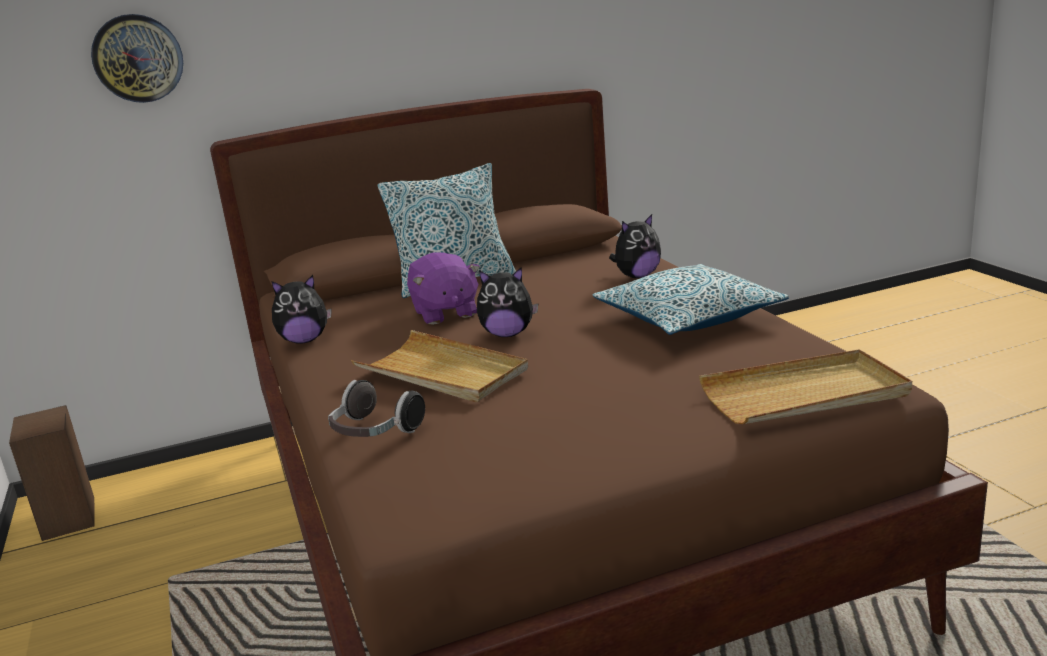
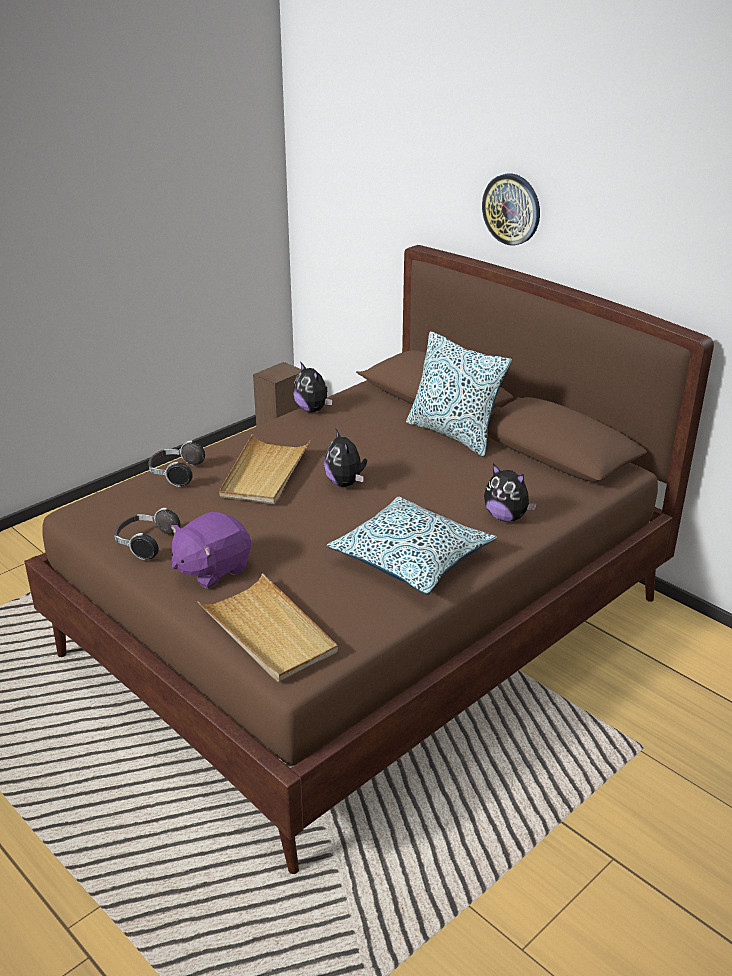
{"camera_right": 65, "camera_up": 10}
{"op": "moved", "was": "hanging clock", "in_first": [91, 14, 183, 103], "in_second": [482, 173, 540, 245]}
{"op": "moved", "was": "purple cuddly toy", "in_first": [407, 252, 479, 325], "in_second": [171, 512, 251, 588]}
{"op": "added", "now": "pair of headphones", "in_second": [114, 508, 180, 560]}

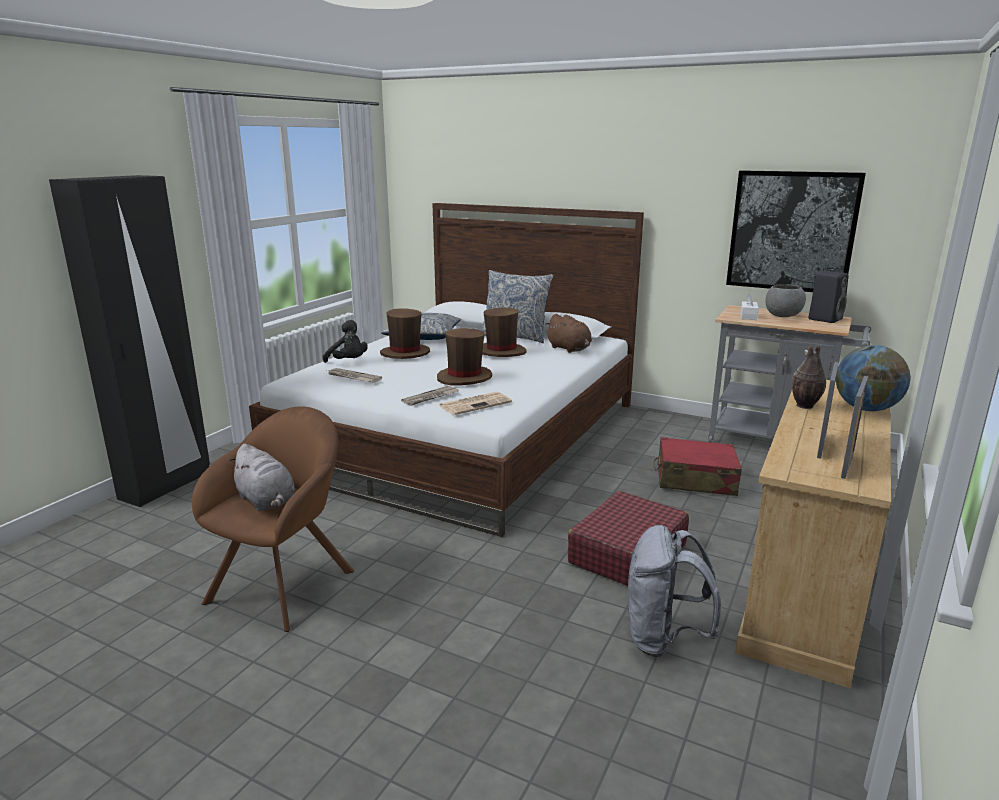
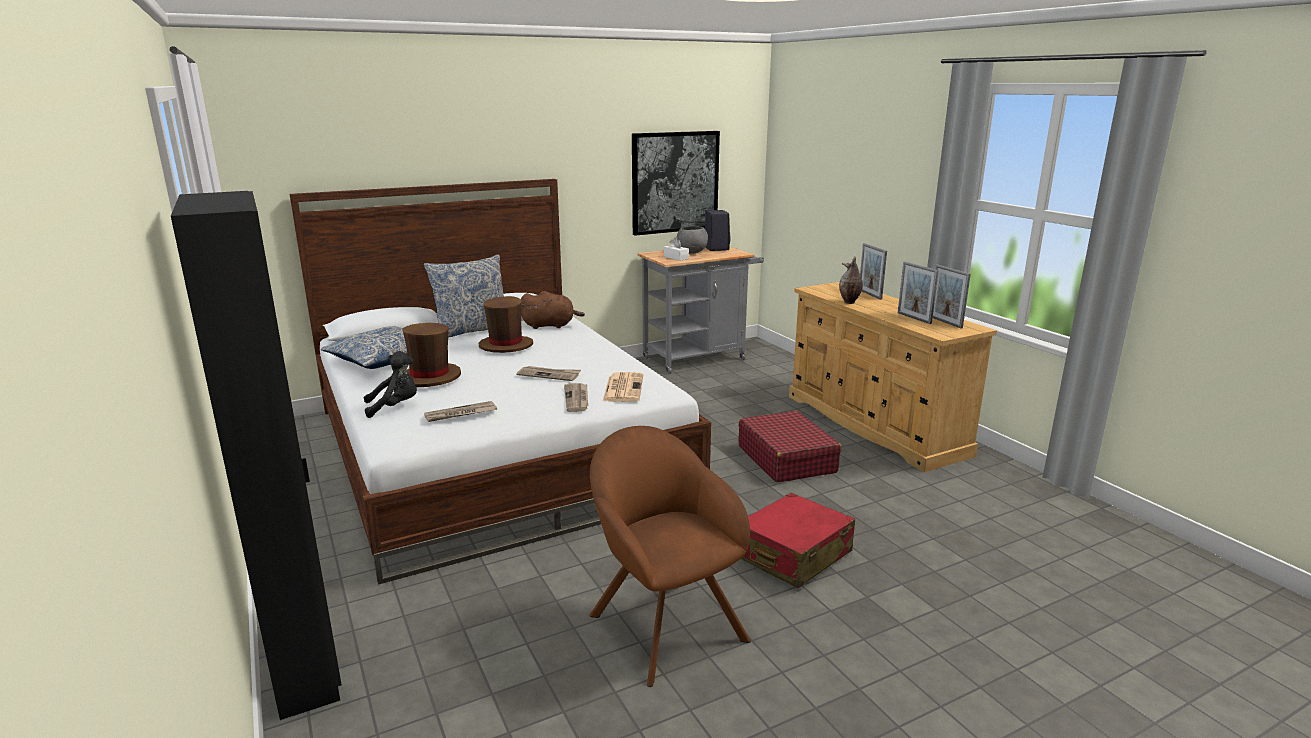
{"camera_right": -55, "camera_up": 0}
{"op": "replaced", "was": "brownish hat", "now": "printed paper", "in_first": [437, 328, 492, 386], "in_second": [516, 366, 581, 381]}
{"op": "replaced", "was": "globe", "now": "photo frame", "in_first": [836, 345, 911, 411], "in_second": [860, 243, 887, 300]}
{"op": "moved", "was": "red travel case", "in_first": [653, 437, 742, 496], "in_second": [741, 493, 855, 588]}
{"op": "removed", "was": "gray cuddly toy", "in_first": [229, 444, 295, 511]}
{"op": "removed", "was": "gray knapsack", "in_first": [628, 525, 721, 657]}

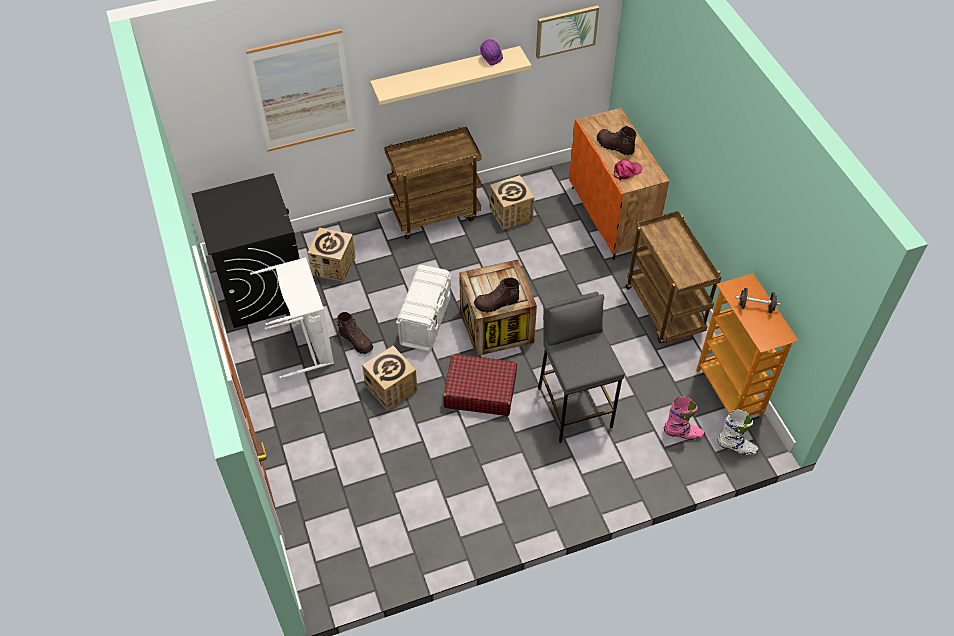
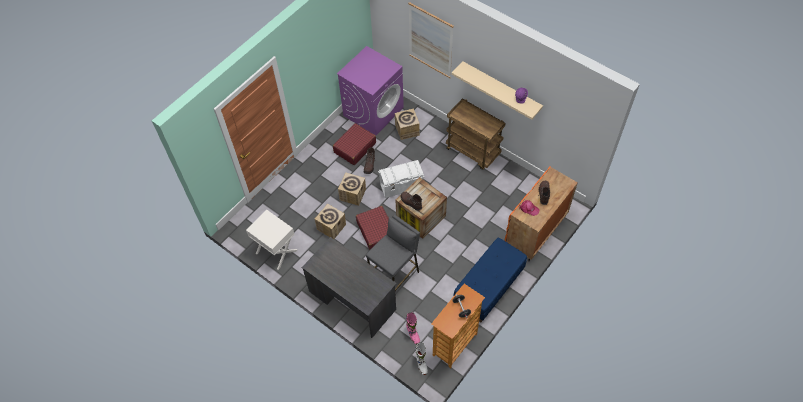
{"camera_right": 60, "camera_up": 5}
{"op": "removed", "was": "wall picture", "in_first": [536, 5, 599, 59]}
{"op": "recoloured", "was": "black-coloured laundry machine", "now": "purple laundry machine", "in_first": [191, 173, 300, 328], "in_second": [337, 46, 404, 136]}
{"op": "moved", "was": "packing box", "in_first": [489, 175, 534, 230], "in_second": [315, 204, 346, 239]}
{"op": "replaced", "was": "brownish cart", "now": "bluish indoor bench", "in_first": [626, 211, 722, 343], "in_second": [454, 237, 527, 323]}
{"op": "replaced", "was": "white-coloured laundry basket", "now": "red travel case", "in_first": [250, 257, 334, 378], "in_second": [333, 123, 376, 165]}
{"op": "added", "now": "white-coloured nightstand", "in_second": [246, 210, 297, 270]}
{"op": "added", "now": "gray desk unit", "in_second": [301, 237, 397, 338]}

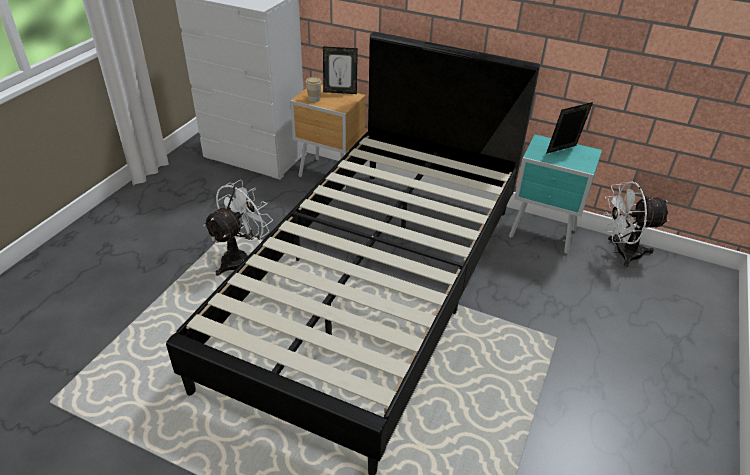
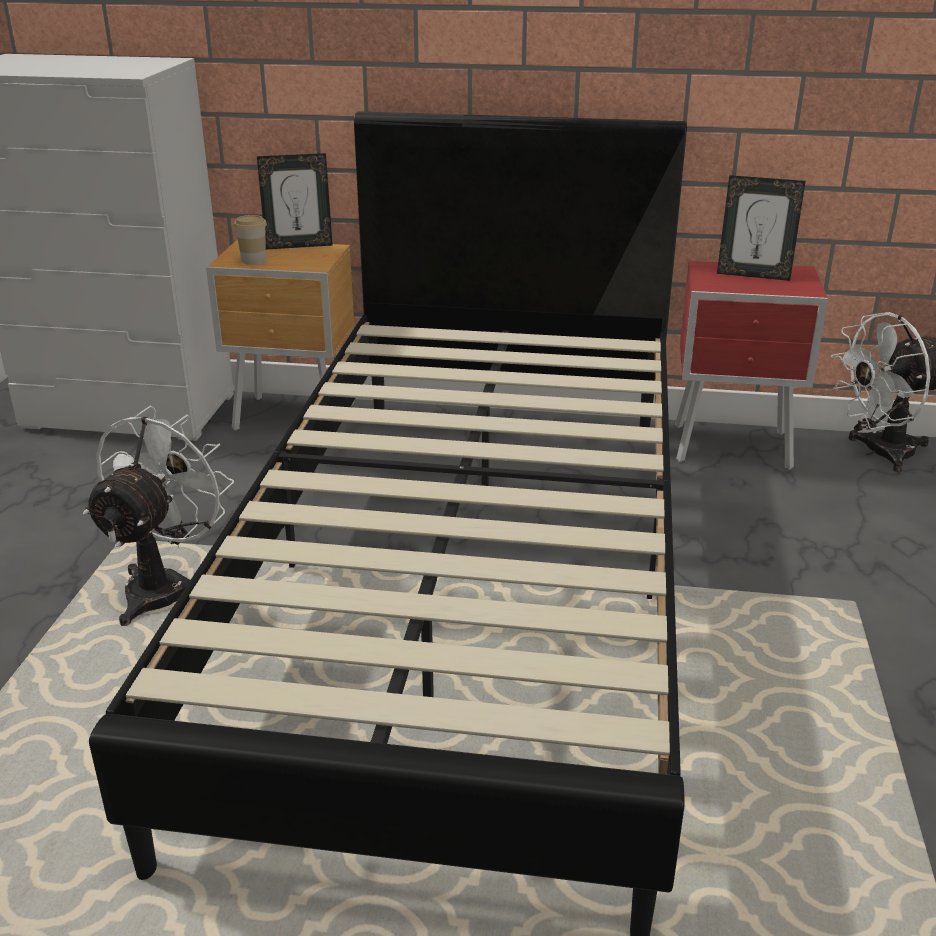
{"camera_right": -15, "camera_up": -10}
{"op": "turned", "was": "photo frame", "in_first": [546, 102, 593, 154], "in_second": [717, 175, 806, 281], "clockwise": -120}
{"op": "recoloured", "was": "turquoise nightstand", "now": "red nightstand", "in_first": [509, 134, 602, 254], "in_second": [675, 261, 828, 470]}

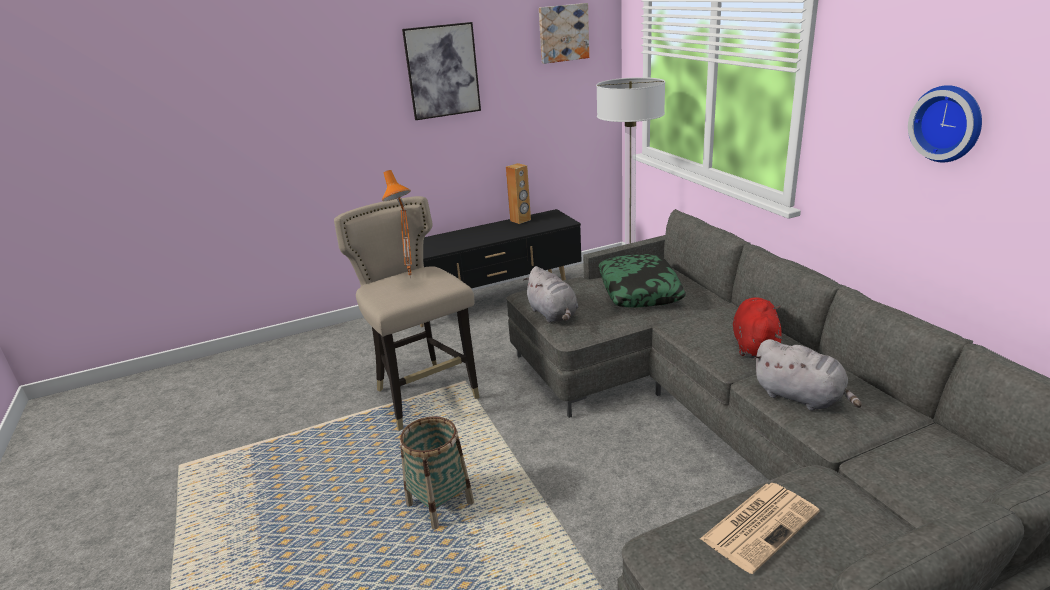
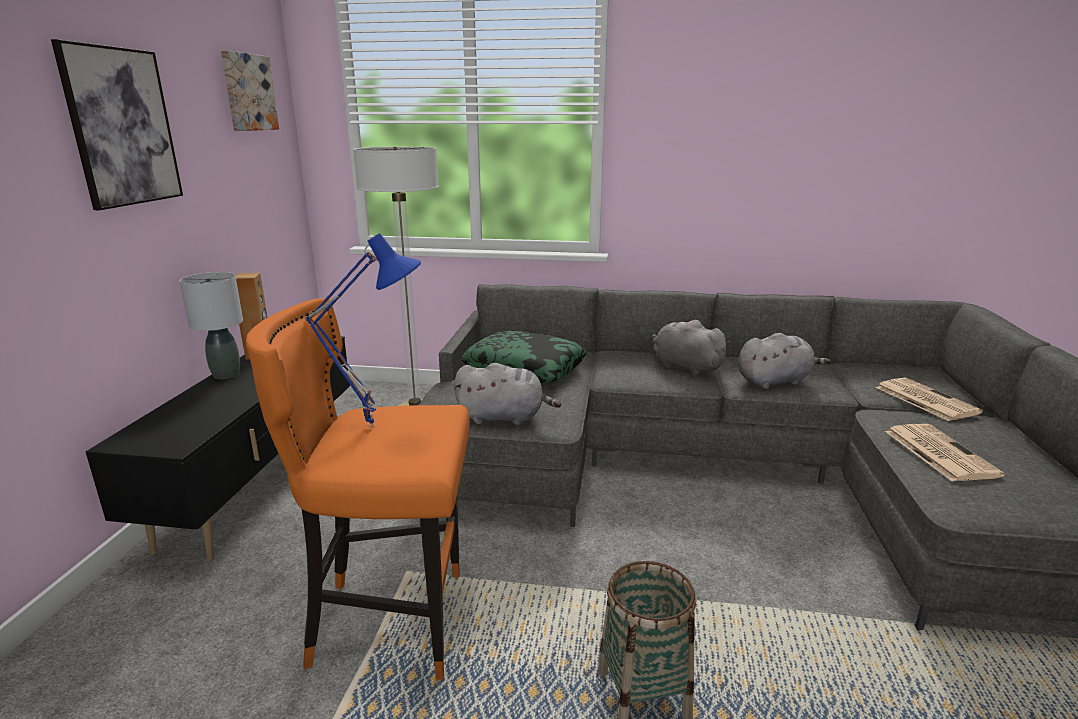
{"camera_right": -60, "camera_up": -5}
{"op": "removed", "was": "hanging clock", "in_first": [908, 85, 982, 162]}
{"op": "recoloured", "was": "orangey table lamp", "now": "bluish table lamp", "in_first": [382, 170, 412, 278], "in_second": [305, 233, 421, 428]}
{"op": "recoloured", "was": "sand-coloured stool", "now": "orangey stool", "in_first": [334, 196, 480, 431], "in_second": [246, 298, 470, 680]}
{"op": "recoloured", "was": "red cuddly toy", "now": "gray cuddly toy", "in_first": [733, 297, 783, 358], "in_second": [651, 320, 730, 376]}
{"op": "added", "now": "gray table lamp", "in_second": [180, 272, 243, 379]}
{"op": "added", "now": "printed paper", "in_second": [876, 378, 983, 421]}

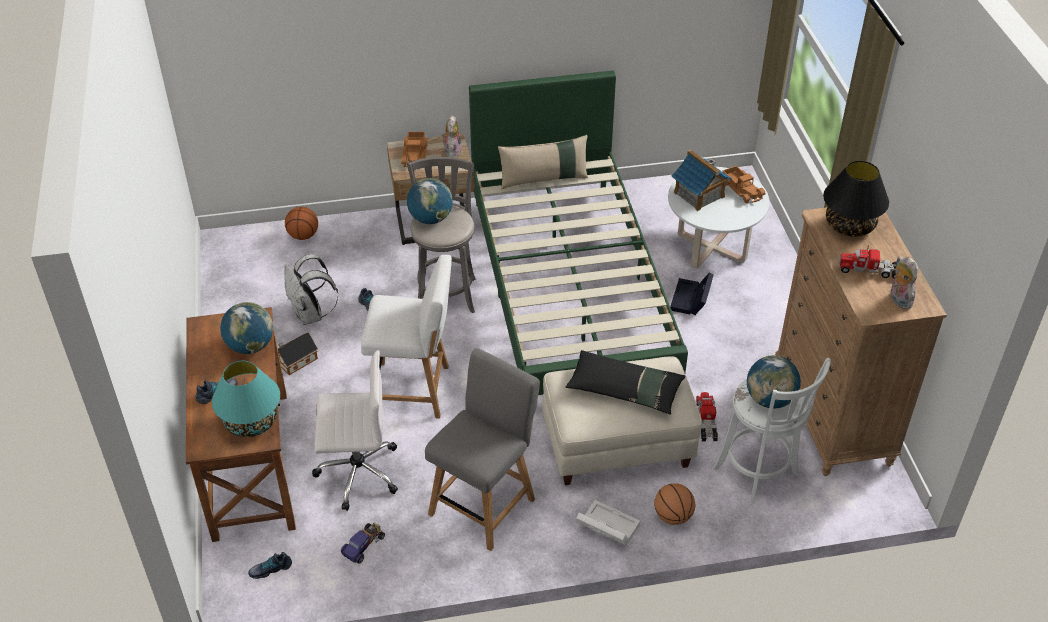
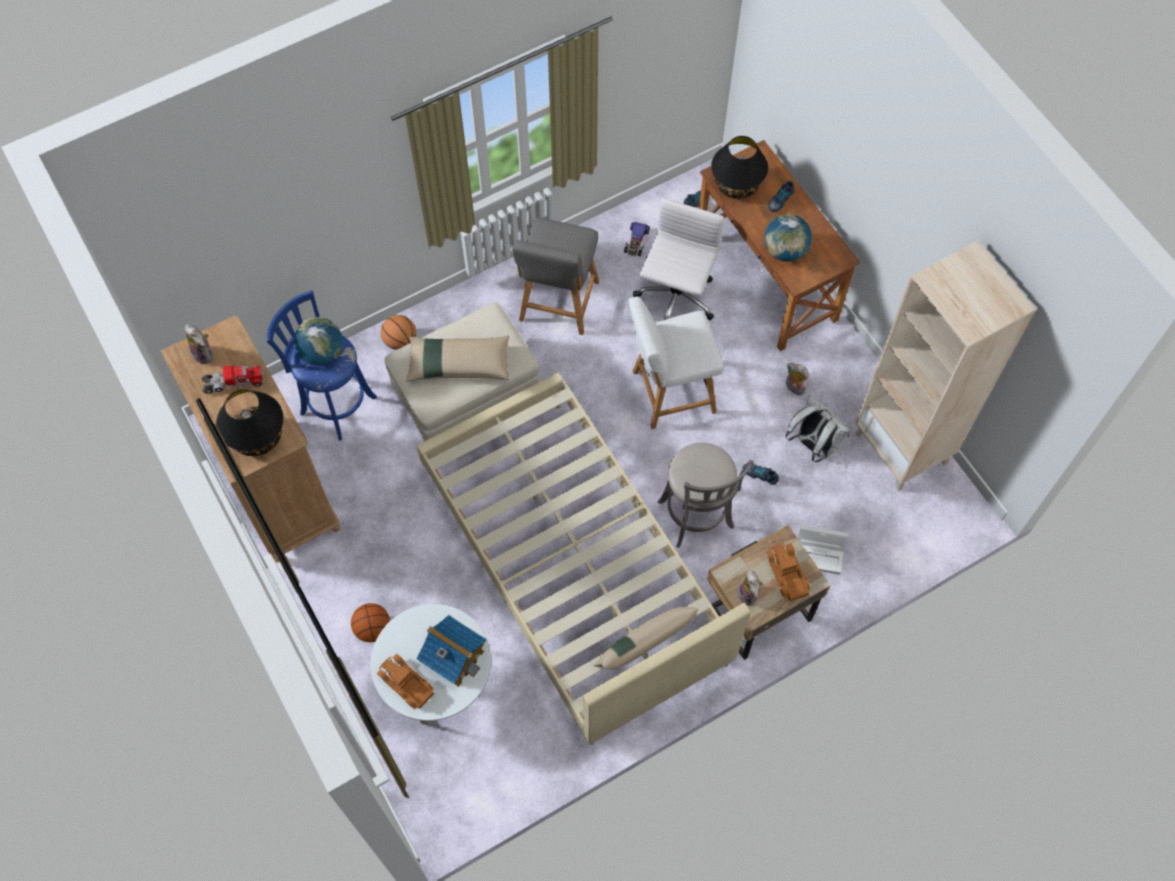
{"camera_right": 160, "camera_up": 20}
{"op": "recoloured", "was": "greenish bedroom bed", "now": "sand-coloured bedroom bed", "in_first": [469, 70, 688, 395], "in_second": [417, 373, 751, 745]}
{"op": "removed", "was": "globe", "in_first": [407, 178, 453, 224]}
{"op": "moved", "was": "basketball ball", "in_first": [285, 207, 318, 240], "in_second": [351, 603, 390, 642]}
{"op": "removed", "was": "black-coloured storage box", "in_first": [670, 272, 714, 315]}
{"op": "replaced", "was": "miniature house", "now": "cuddly toy", "in_first": [278, 333, 318, 375], "in_second": [786, 363, 809, 395]}
{"op": "turned", "was": "white-coloured office chair", "in_first": [312, 350, 398, 511], "in_second": [633, 198, 724, 320], "clockwise": 135}
{"op": "recoloured", "was": "black-coloured throw pillow", "now": "sand-coloured throw pillow", "in_first": [565, 350, 686, 415], "in_second": [406, 335, 509, 382]}
{"op": "recoloured", "was": "white-coloured stool", "now": "bluish stool", "in_first": [713, 358, 831, 505], "in_second": [267, 291, 377, 441]}
{"op": "recoloured", "was": "turquoise table lamp", "now": "black-coloured table lamp", "in_first": [212, 361, 280, 437], "in_second": [711, 136, 768, 199]}
{"op": "removed", "was": "toy lorry", "in_first": [696, 392, 718, 441]}
{"op": "moved", "was": "white-coloured storage box", "in_first": [577, 500, 640, 545], "in_second": [797, 525, 847, 575]}
{"op": "added", "now": "sand-coloured bookcase", "in_second": [855, 240, 1036, 491]}

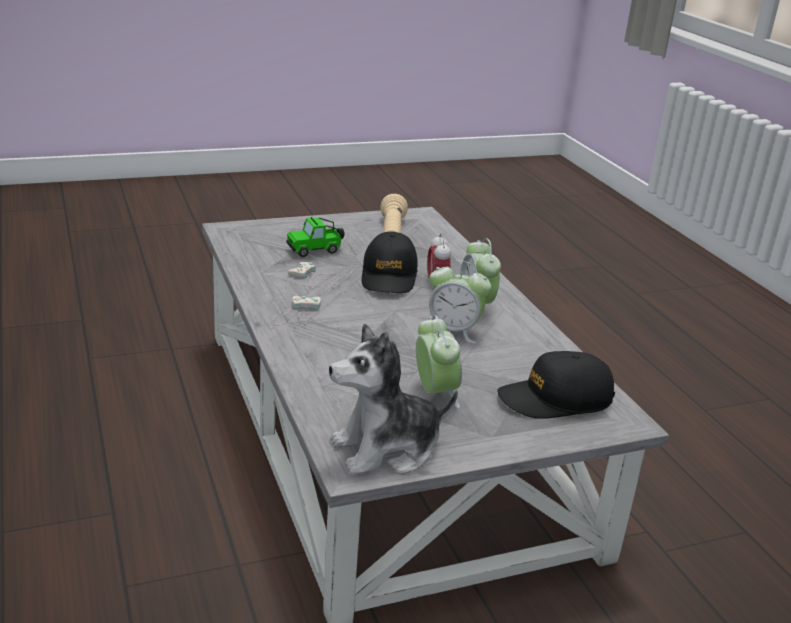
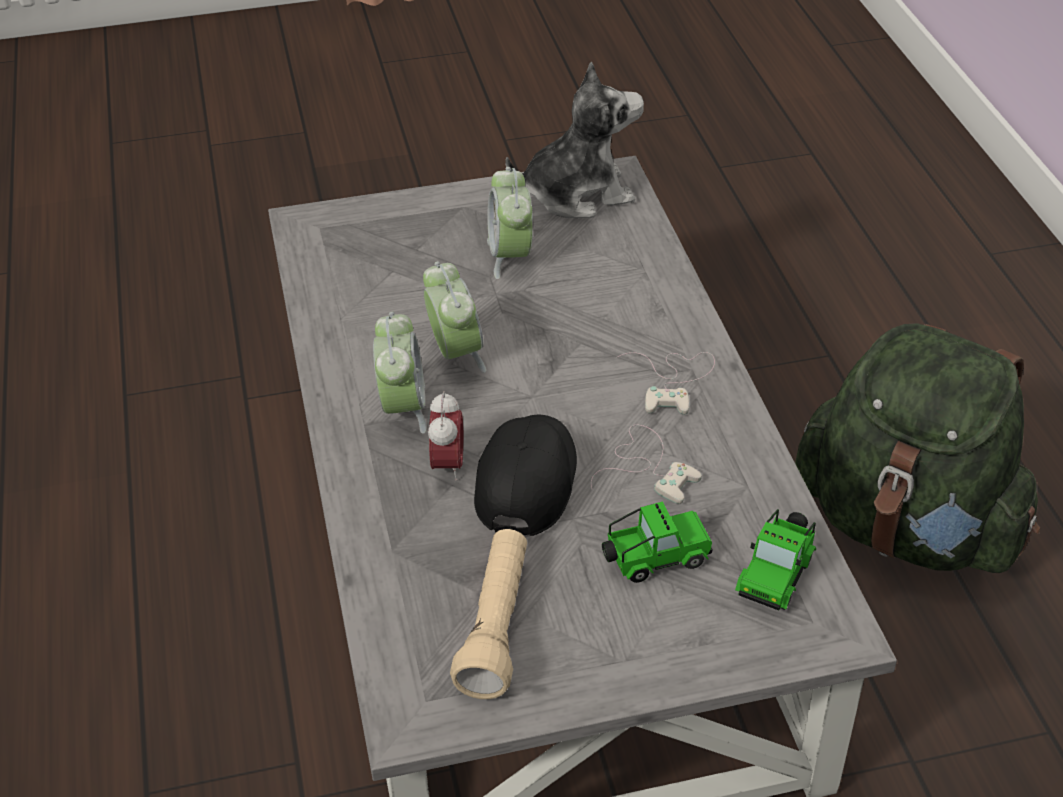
{"camera_right": -170, "camera_up": 15}
{"op": "turned", "was": "alarm clock", "in_first": [429, 260, 491, 344], "in_second": [423, 261, 486, 373], "clockwise": 45}
{"op": "removed", "was": "black-coloured baseball cap", "in_first": [497, 351, 615, 419]}
{"op": "added", "now": "greenish knapsack", "in_second": [795, 323, 1040, 573]}
{"op": "added", "now": "toy car", "in_second": [735, 509, 816, 610]}

